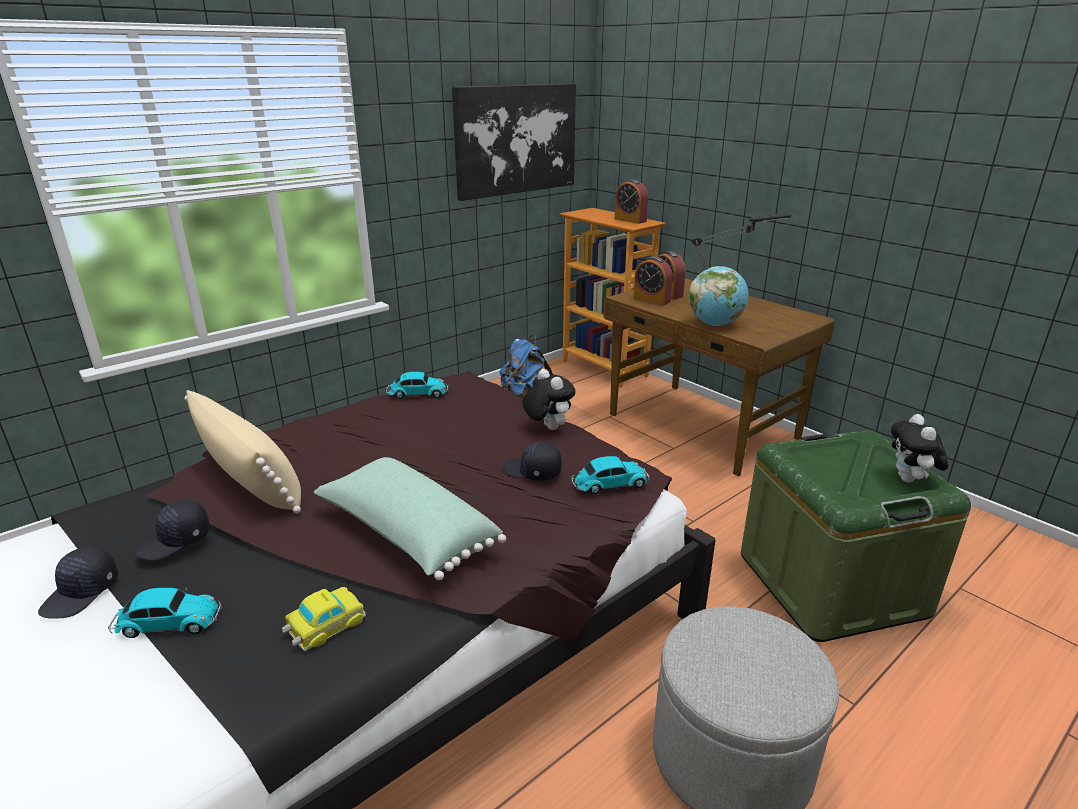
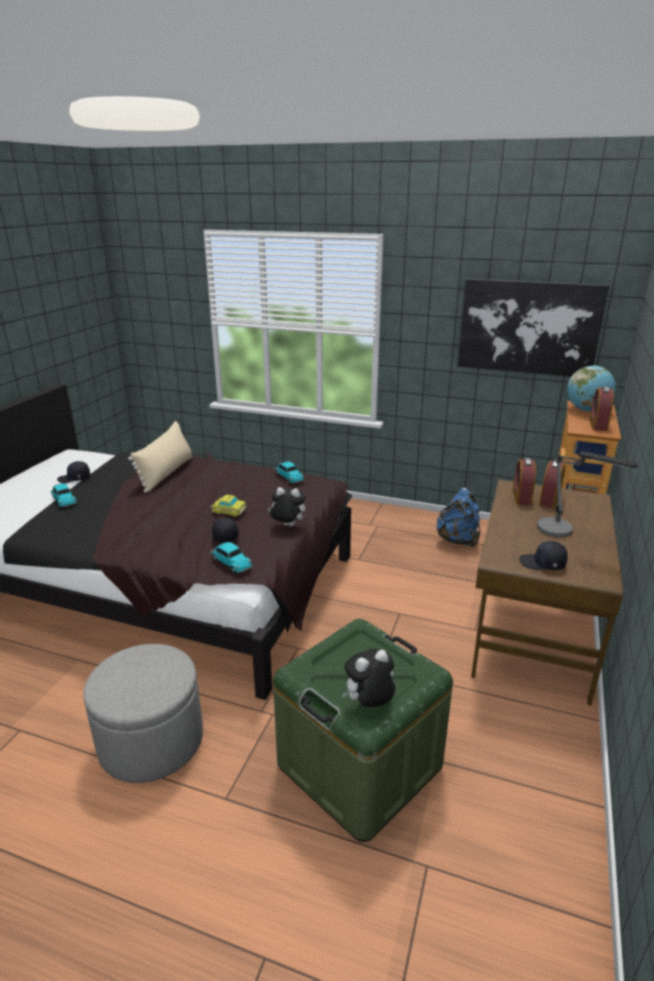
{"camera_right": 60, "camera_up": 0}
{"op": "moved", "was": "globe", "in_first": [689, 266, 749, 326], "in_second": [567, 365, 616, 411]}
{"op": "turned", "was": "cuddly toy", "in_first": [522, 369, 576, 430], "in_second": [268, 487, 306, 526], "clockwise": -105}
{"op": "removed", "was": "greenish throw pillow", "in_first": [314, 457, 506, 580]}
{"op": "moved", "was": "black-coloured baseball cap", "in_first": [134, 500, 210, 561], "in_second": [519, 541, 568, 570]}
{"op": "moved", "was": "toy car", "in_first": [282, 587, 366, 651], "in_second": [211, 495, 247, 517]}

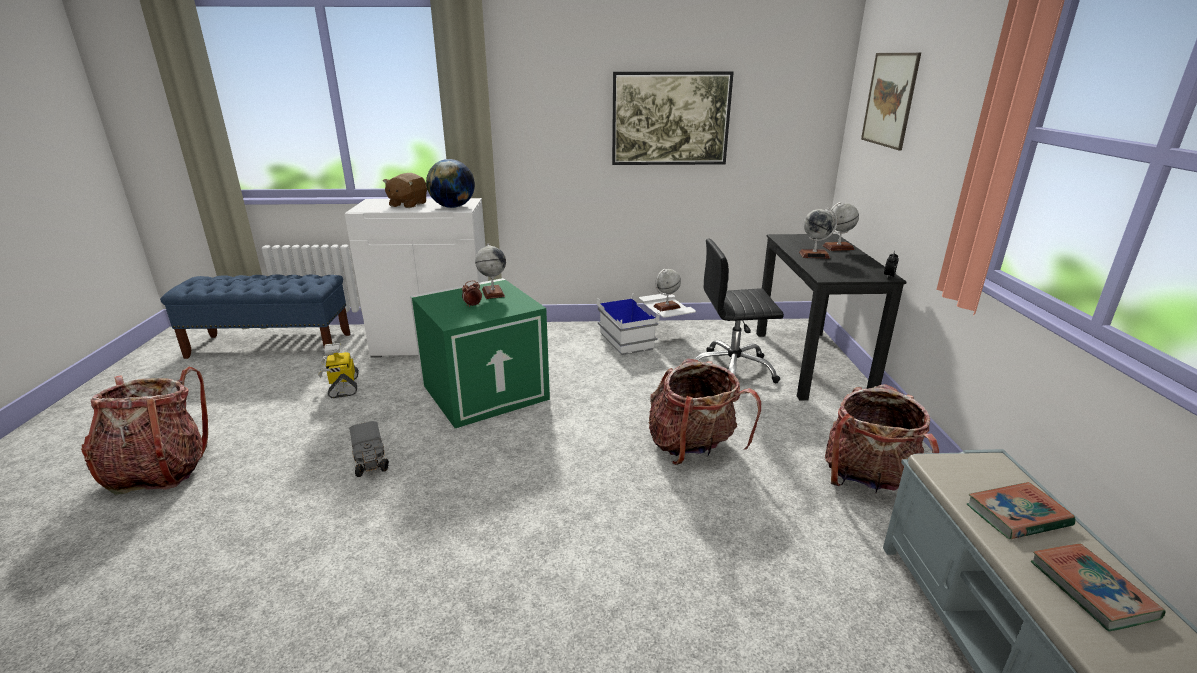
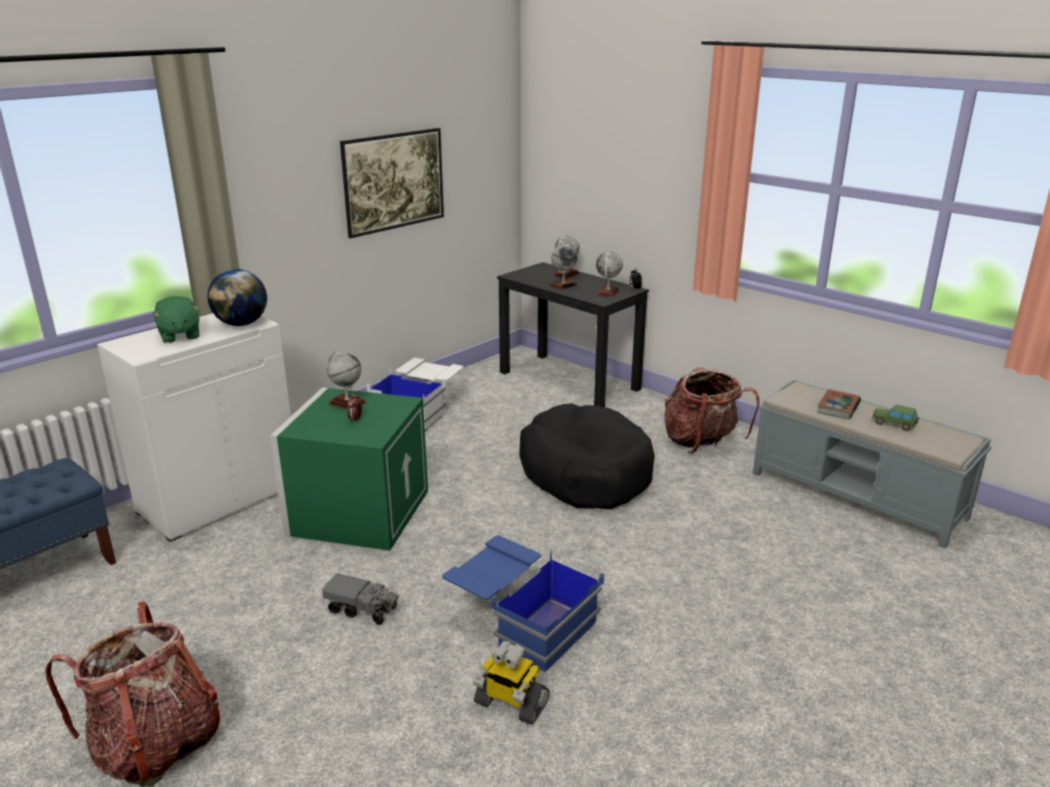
{"camera_right": -45, "camera_up": 0}
{"op": "removed", "was": "wall picture", "in_first": [861, 53, 921, 150]}
{"op": "recoloured", "was": "brownish cuddly toy", "now": "greenish cuddly toy", "in_first": [383, 173, 427, 208], "in_second": [152, 296, 200, 343]}
{"op": "removed", "was": "black-coloured office chair", "in_first": [694, 239, 784, 383]}
{"op": "moved", "was": "globe", "in_first": [653, 269, 681, 311], "in_second": [596, 251, 623, 297]}
{"op": "moved", "was": "robot figure", "in_first": [318, 343, 359, 398], "in_second": [472, 641, 549, 725]}
{"op": "replaced", "was": "knapsack", "now": "black-coloured dog bed", "in_first": [648, 359, 761, 465], "in_second": [519, 404, 655, 509]}
{"op": "replaced", "was": "volume", "now": "toy car", "in_first": [1031, 544, 1166, 631], "in_second": [872, 404, 919, 431]}
{"op": "added", "now": "bluish storage box", "in_second": [442, 535, 604, 672]}

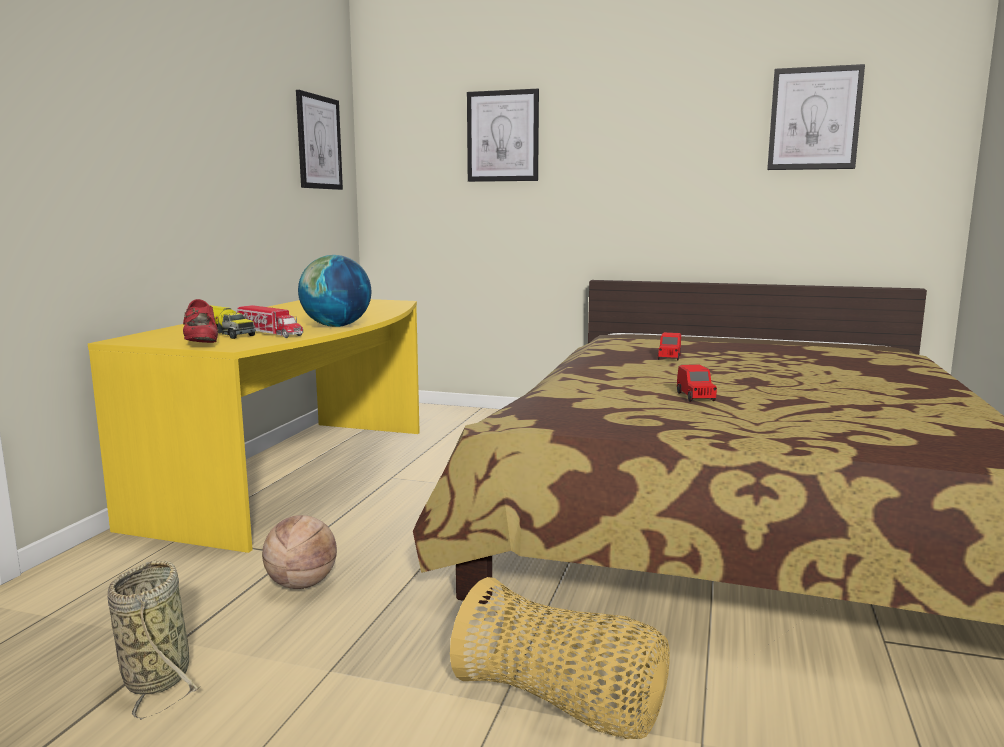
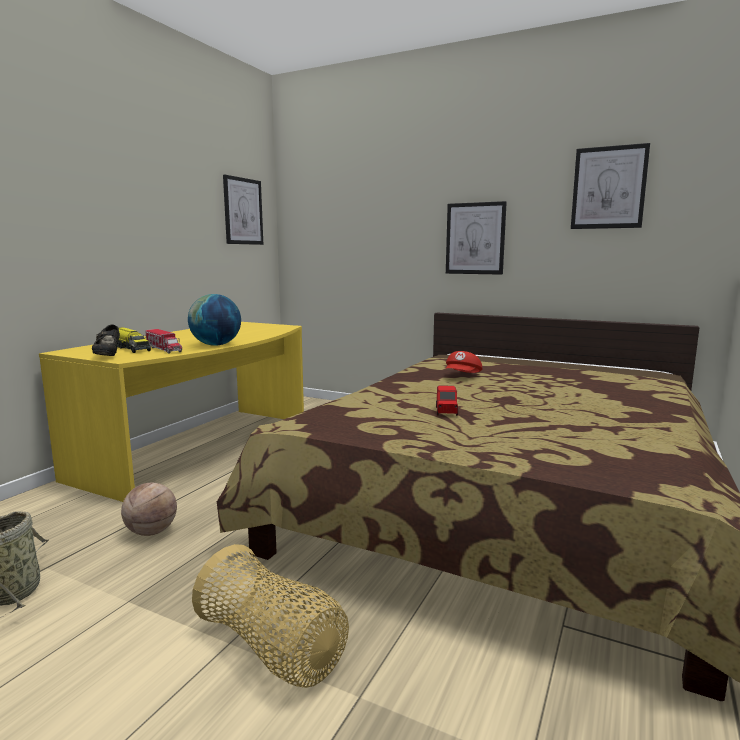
{"camera_right": 10, "camera_up": 0}
{"op": "moved", "was": "wall picture", "in_first": [467, 89, 539, 182], "in_second": [446, 201, 507, 275]}
{"op": "recoloured", "was": "red shoe", "now": "black-coloured shoe", "in_first": [183, 299, 218, 343], "in_second": [92, 325, 120, 356]}
{"op": "replaced", "was": "red toy car", "now": "red baseball cap", "in_first": [658, 332, 681, 360], "in_second": [446, 351, 482, 373]}

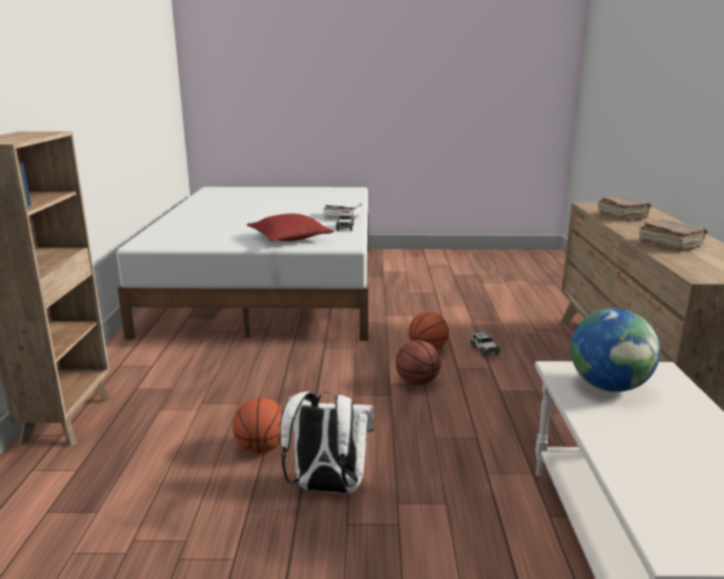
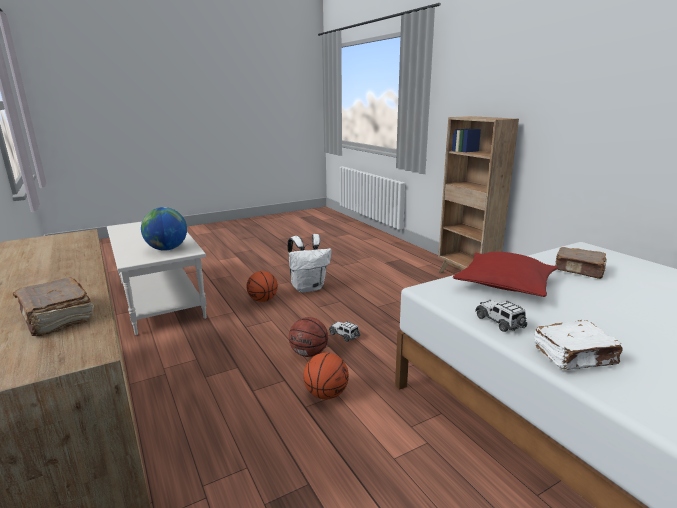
{"camera_right": 150, "camera_up": 0}
{"op": "moved", "was": "brownish volume", "in_first": [639, 219, 708, 250], "in_second": [555, 247, 607, 279]}
{"op": "moved", "was": "toy car", "in_first": [470, 331, 500, 357], "in_second": [329, 321, 360, 342]}
{"op": "moved", "was": "basketball ball", "in_first": [233, 398, 283, 453], "in_second": [246, 271, 278, 302]}

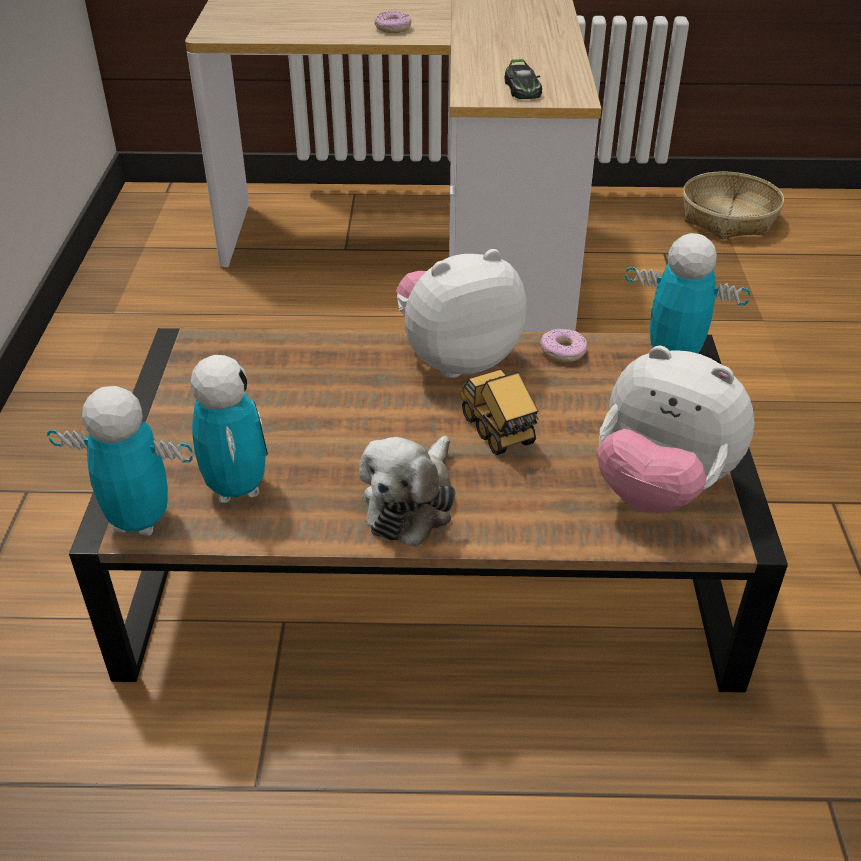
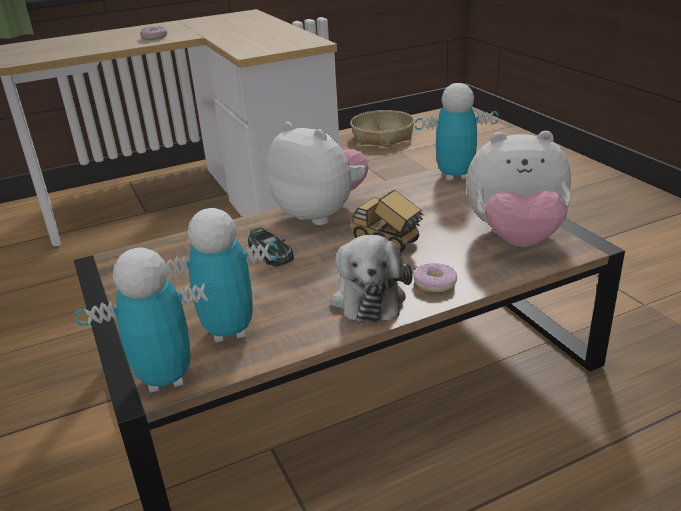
{"camera_right": -25, "camera_up": -10}
{"op": "moved", "was": "toy car", "in_first": [505, 59, 542, 99], "in_second": [248, 227, 294, 266]}
{"op": "turned", "was": "cuddly toy", "in_first": [396, 249, 527, 378], "in_second": [266, 122, 368, 225], "clockwise": 90}
{"op": "moved", "was": "doughnut", "in_first": [540, 328, 588, 362], "in_second": [413, 263, 457, 292]}
{"op": "turned", "was": "robot figure", "in_first": [190, 355, 268, 503], "in_second": [166, 208, 278, 342], "clockwise": -60}

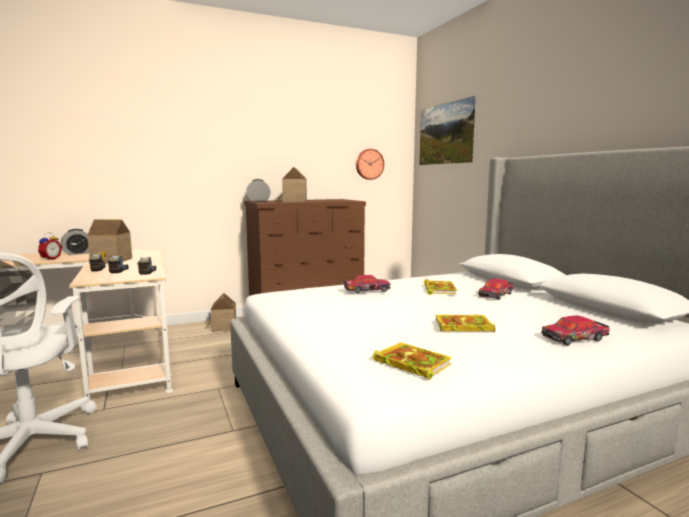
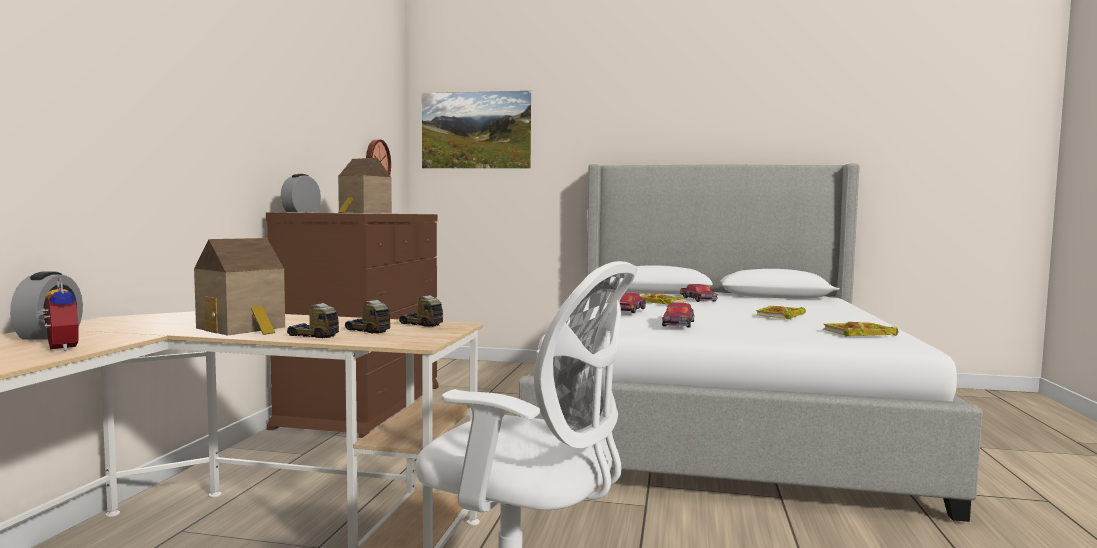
{"camera_right": -55, "camera_up": -5}
{"op": "removed", "was": "miniature house", "in_first": [205, 293, 236, 332]}
{"op": "moved", "was": "toy car", "in_first": [541, 316, 610, 345], "in_second": [662, 303, 694, 328]}

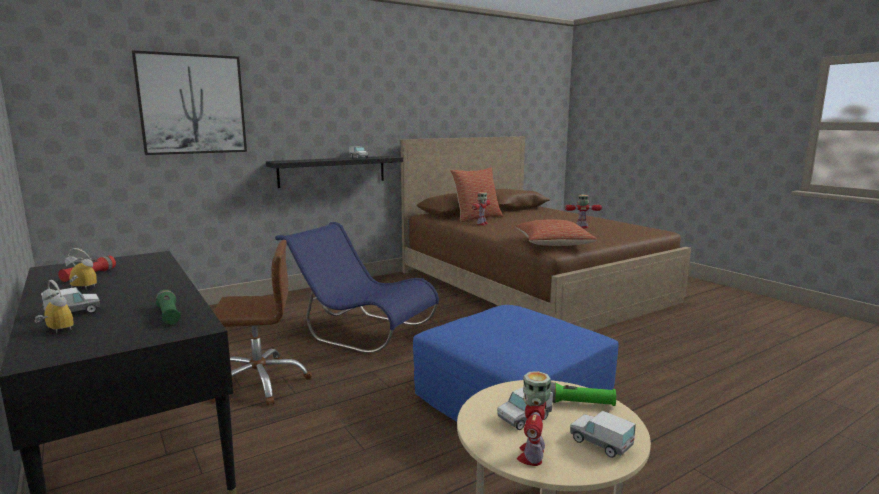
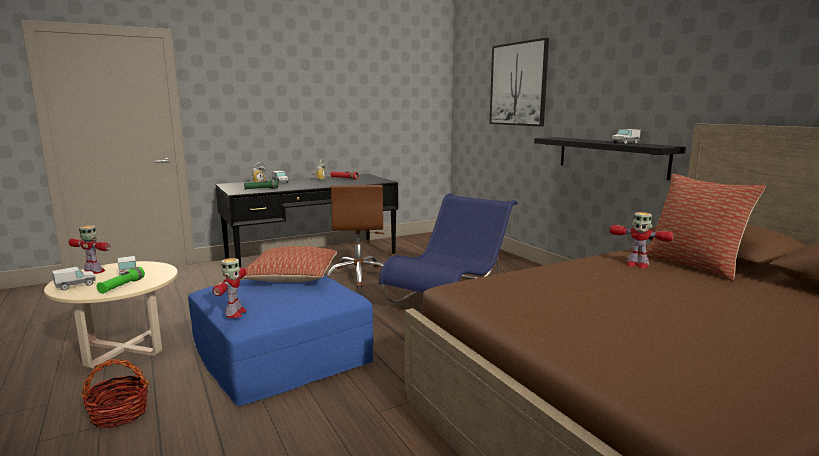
{"camera_right": 95, "camera_up": 0}
{"op": "moved", "was": "robot figure", "in_first": [565, 195, 602, 228], "in_second": [213, 258, 247, 318]}
{"op": "moved", "was": "throw pillow", "in_first": [515, 220, 597, 246], "in_second": [242, 246, 337, 282]}
{"op": "added", "now": "household basket", "in_second": [82, 359, 149, 428]}

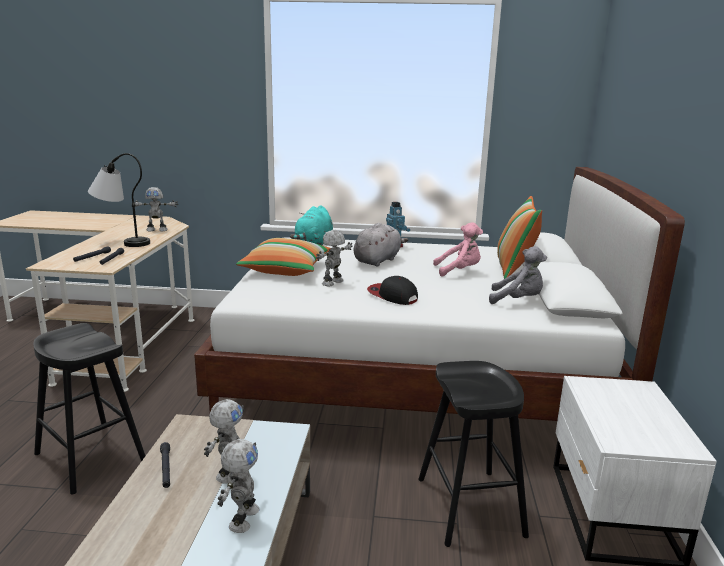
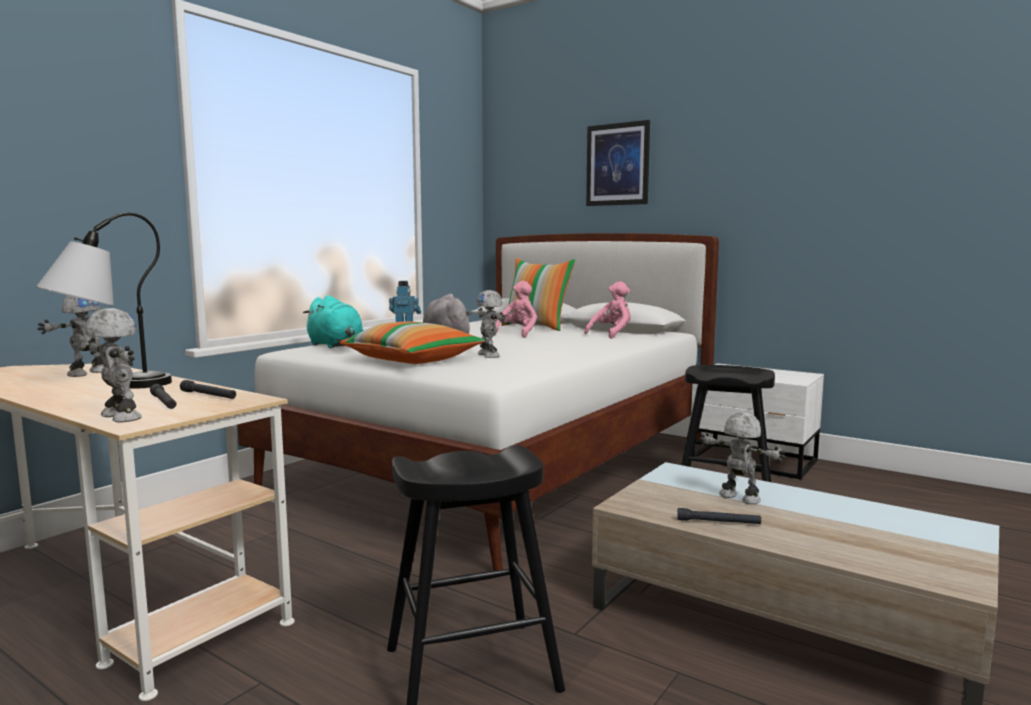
{"camera_right": -60, "camera_up": -10}
{"op": "recoloured", "was": "gray cuddly toy", "now": "pink cuddly toy", "in_first": [489, 246, 547, 304], "in_second": [584, 281, 631, 339]}
{"op": "removed", "was": "baseball cap", "in_first": [367, 276, 418, 305]}
{"op": "moved", "was": "robot figure", "in_first": [218, 439, 260, 533], "in_second": [85, 308, 142, 422]}
{"op": "added", "now": "wall picture", "in_second": [586, 120, 650, 206]}

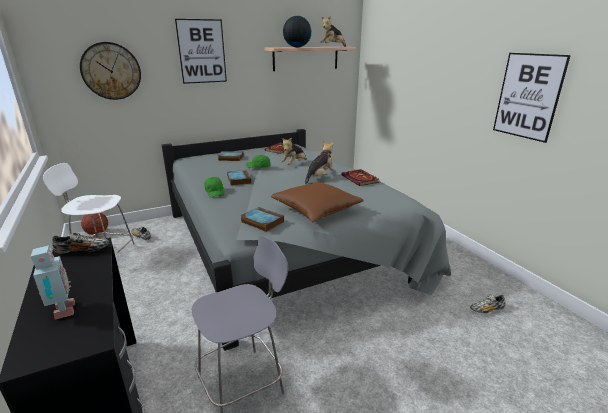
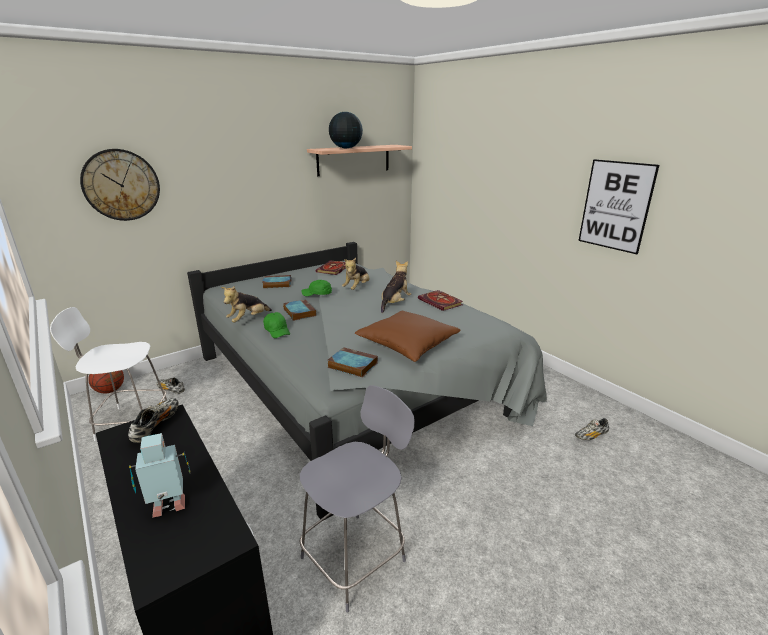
{"camera_right": -10, "camera_up": 0}
{"op": "moved", "was": "cuddly toy", "in_first": [320, 16, 346, 47], "in_second": [221, 286, 272, 323]}
{"op": "removed", "was": "wall picture", "in_first": [175, 19, 227, 84]}
{"op": "turned", "was": "shoe", "in_first": [52, 233, 109, 254], "in_second": [128, 398, 179, 443], "clockwise": -60}
{"op": "turned", "was": "robot figure", "in_first": [31, 246, 75, 319], "in_second": [129, 433, 190, 518], "clockwise": -75}

